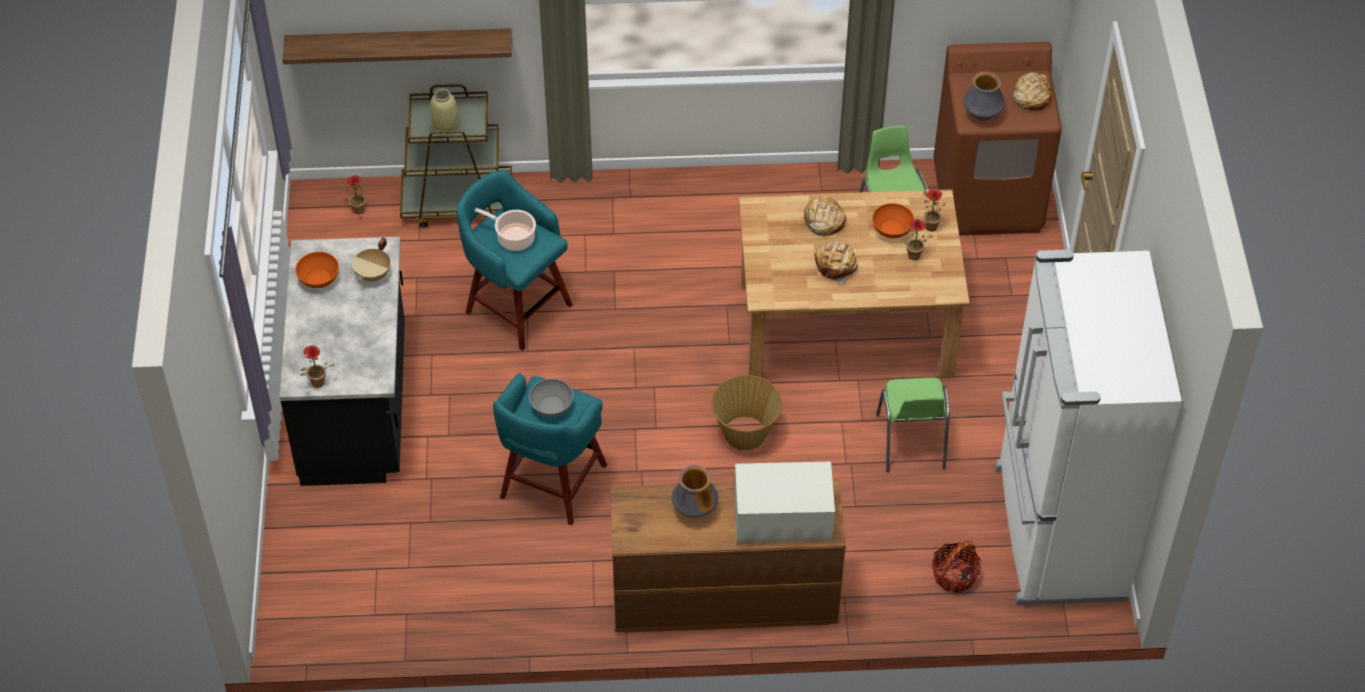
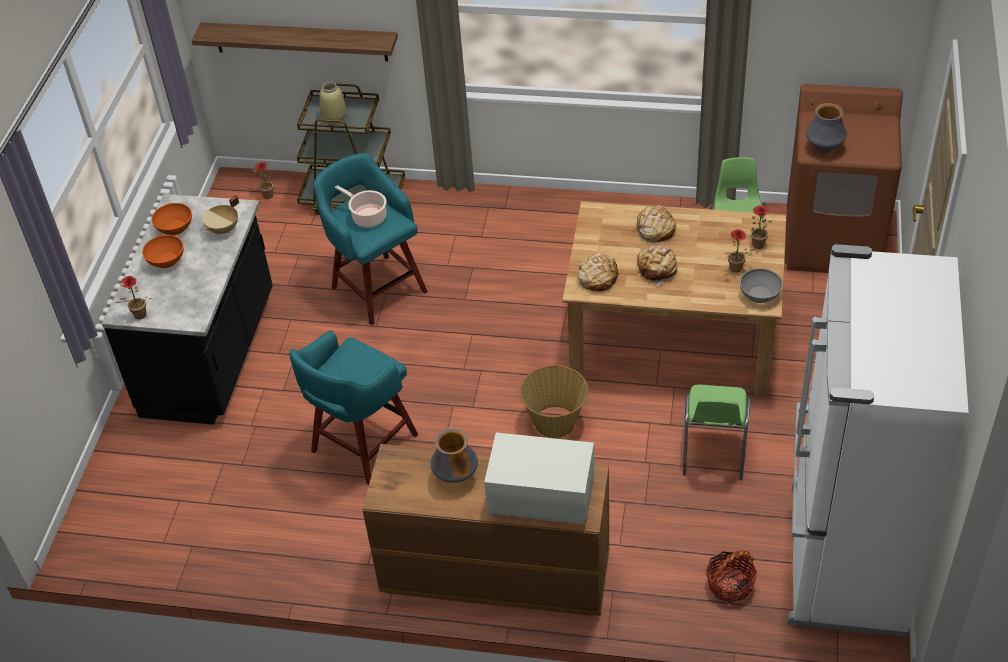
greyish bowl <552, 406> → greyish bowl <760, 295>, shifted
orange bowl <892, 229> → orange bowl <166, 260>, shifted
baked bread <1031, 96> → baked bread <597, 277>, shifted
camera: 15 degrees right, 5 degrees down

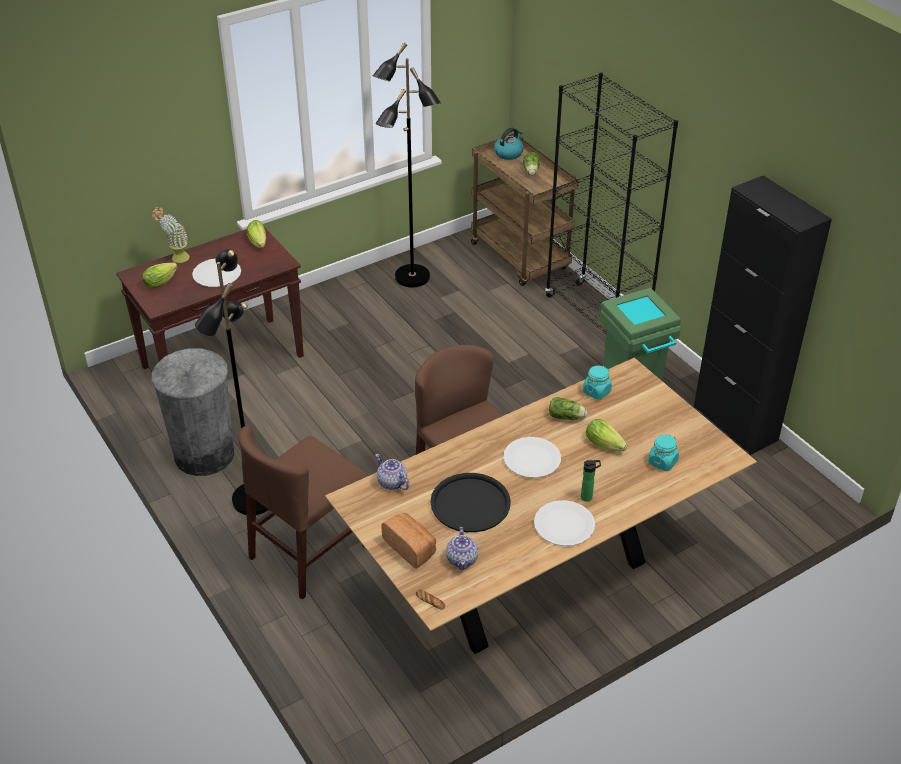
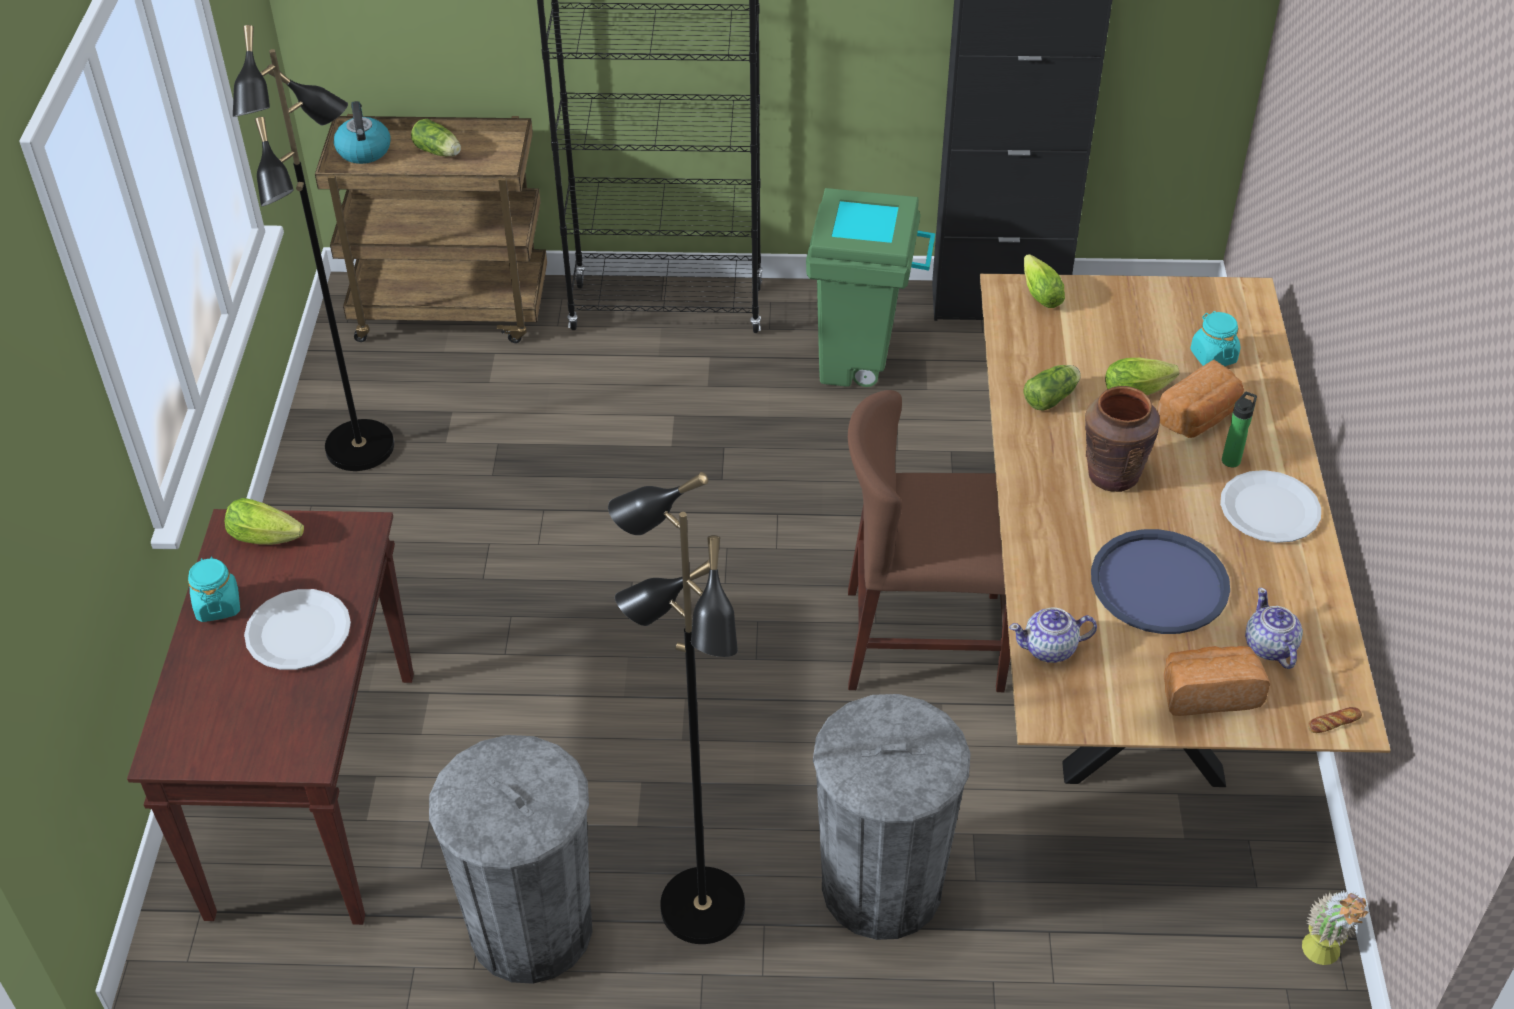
lettuce head <162, 281> → lettuce head <1039, 292>, shifted
houseplant <176, 259> → houseplant <1323, 957>, shifted
brownish plain chair <309, 552> → greyish waste bin <881, 887>
black-coloured tray <470, 504> → blue tray <1159, 584>
pot for tea <462, 559> → pot for tea <1269, 647>, 135 degrees counterclockwise
white-coloured flat dish <532, 459> → brownish decorative vase <1112, 475>
turquoise preserve jar <596, 391> → turquoise preserve jar <218, 605>, shifted
- → baked bread <1199, 417>
camera: 55 degrees left, 5 degrees up

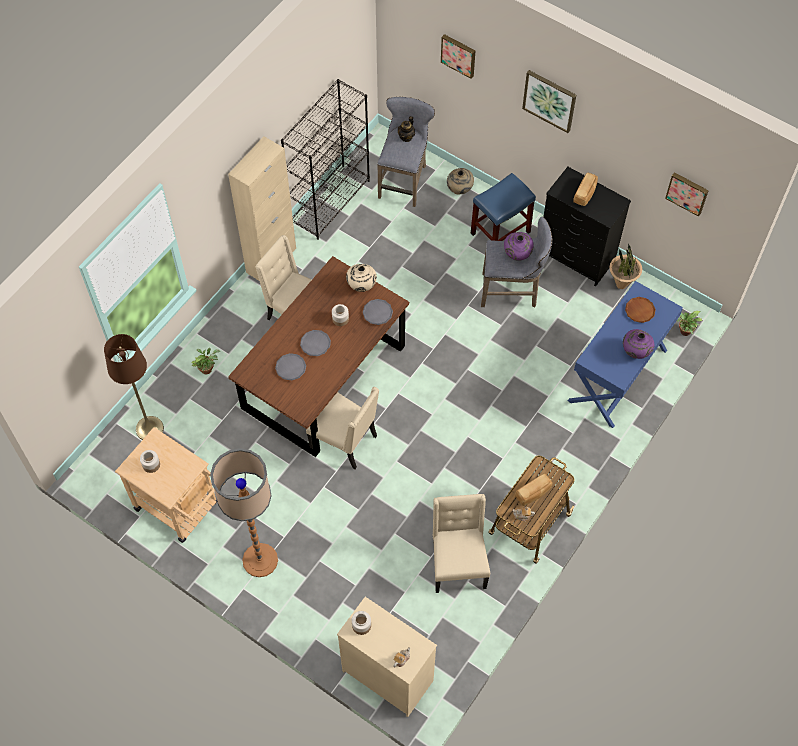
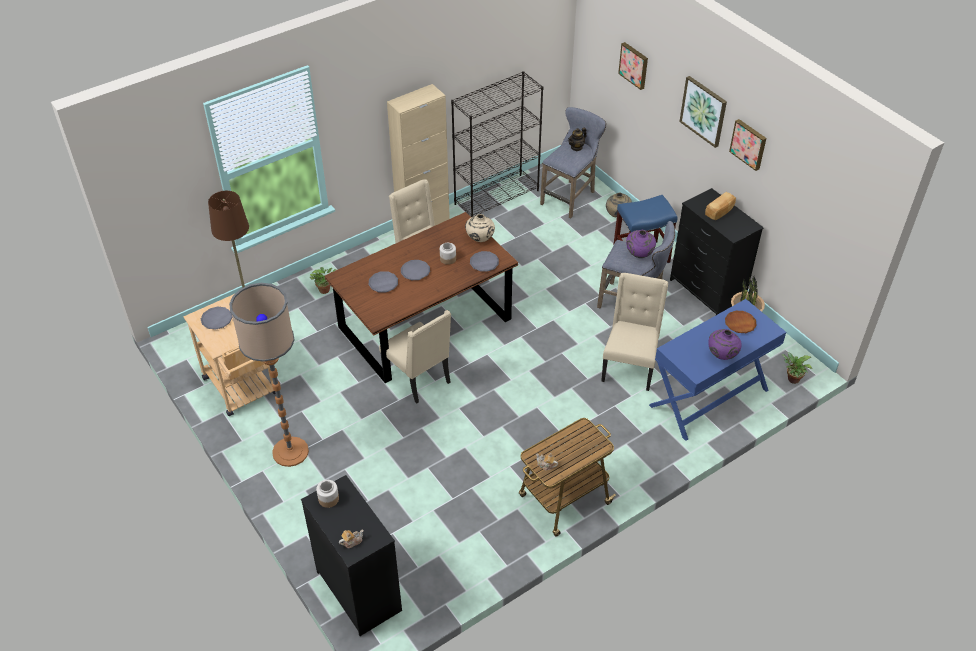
preserve jar <151, 464> → greyish flat dish <217, 320>
beige chest of drawers <388, 675> → black-coloured chest of drawers <359, 591>
beige plain chair <457, 564> → beige plain chair <629, 366>, shifted
baked bread <533, 493> → -
wall art <687, 192> → wall art <749, 144>, shifted
camera: 20 degrees right, 15 degrees down

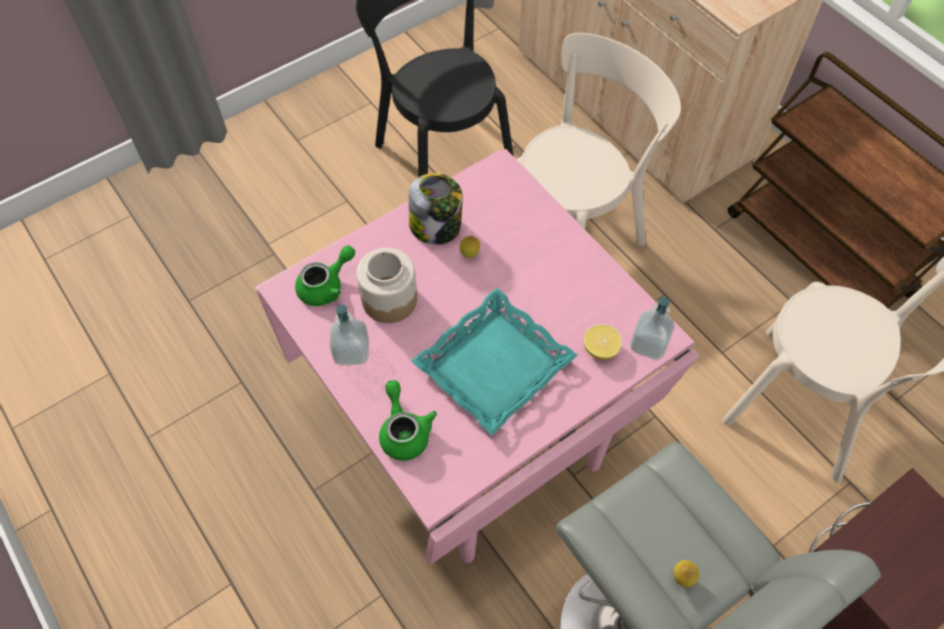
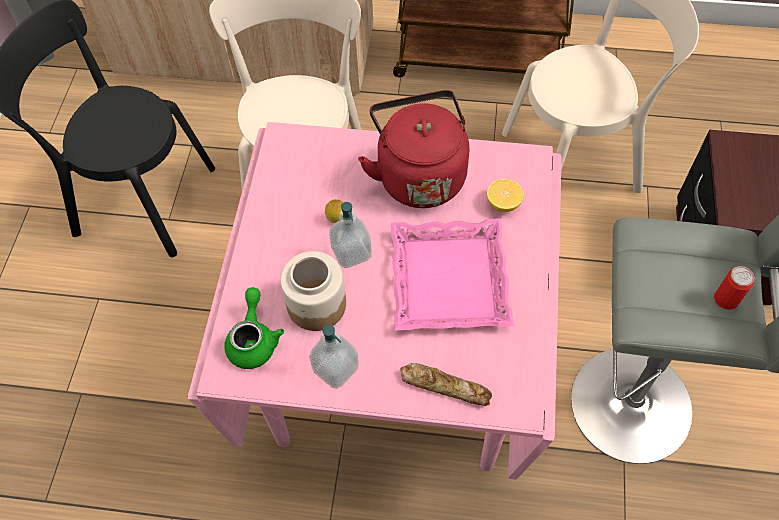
green pot for tea <404, 431> → baked bread <445, 386>
preserve jar <436, 227> → -
turquoise tray <493, 364> → pink-coloured tray <448, 280>
soap bottle <648, 344> → soap bottle <351, 252>, shifted
whole lemon <682, 578> → metal can <726, 299>
- → red water kettle <419, 174>
camera: 45 degrees left, 0 degrees up

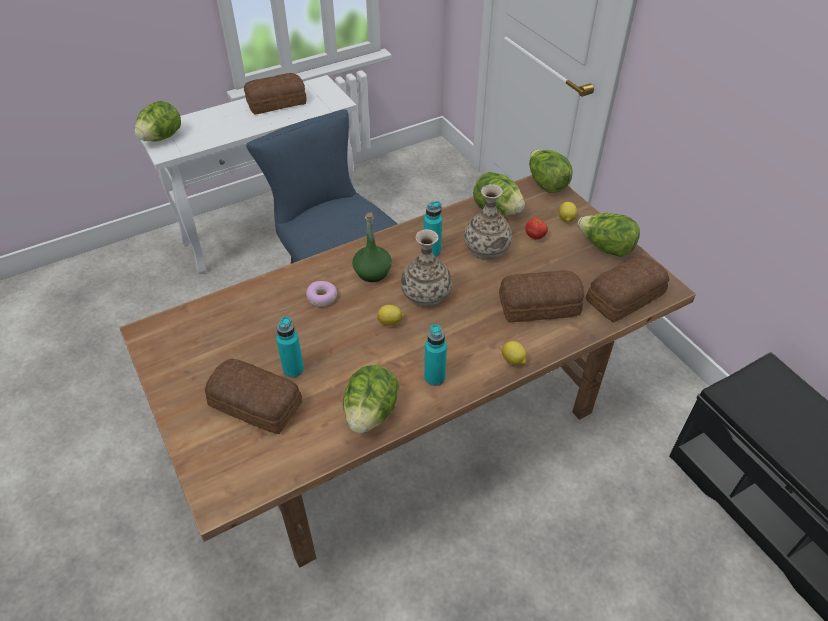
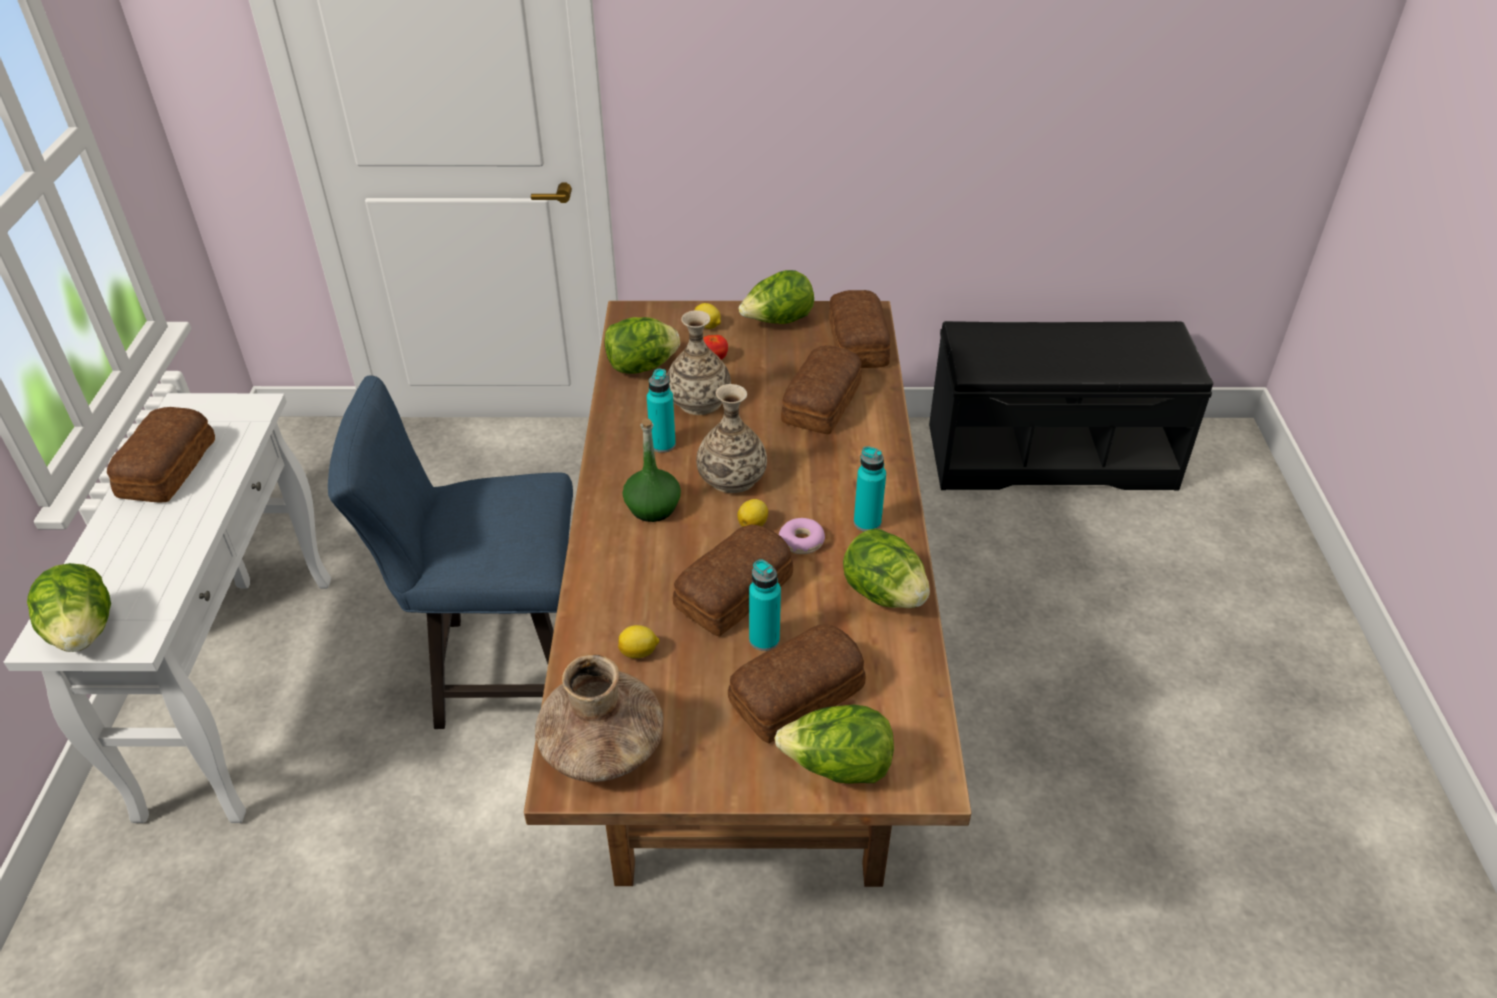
donut <322, 297> → donut <801, 542>, shifted
whole lemon <513, 360> → whole lemon <639, 653>, shifted
lettuce head <546, 184> → lettuce head <837, 767>, shifted
- → brownish decorative vase <602, 746>
- → baked bread <737, 592>
camera: 60 degrees left, 5 degrees down

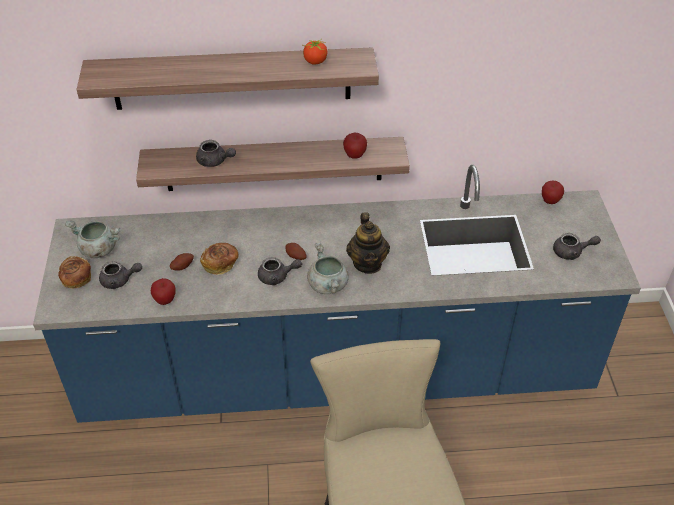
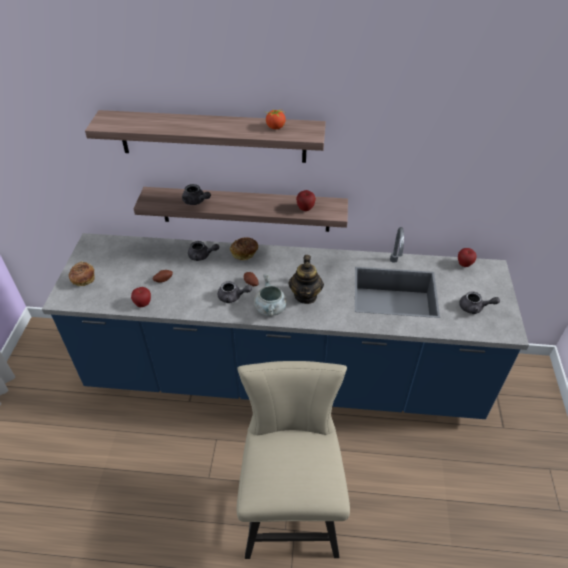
greyish stockpot <98, 249> → -
greyish pot for tea <120, 280> → greyish pot for tea <202, 256>, shifted
baked bread <220, 264> → baked bread <245, 253>, shifted
camera: 10 degrees right, 0 degrees up

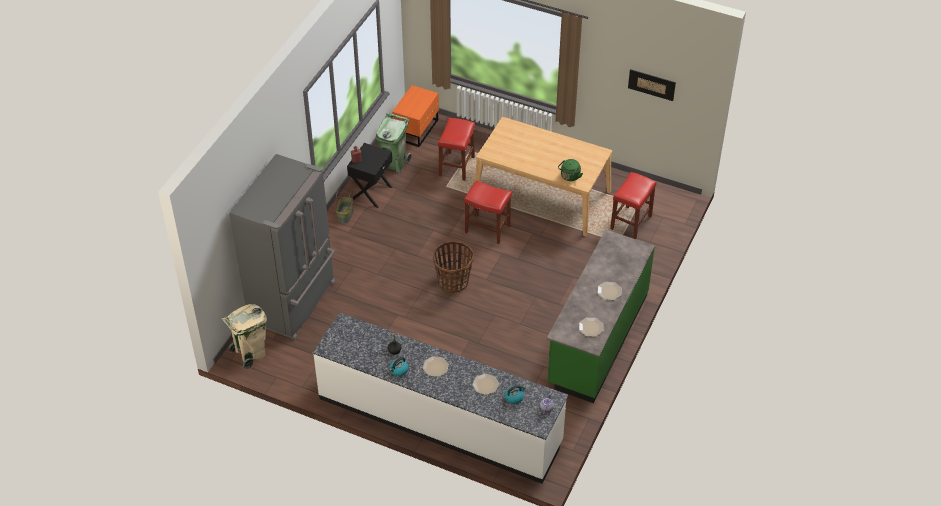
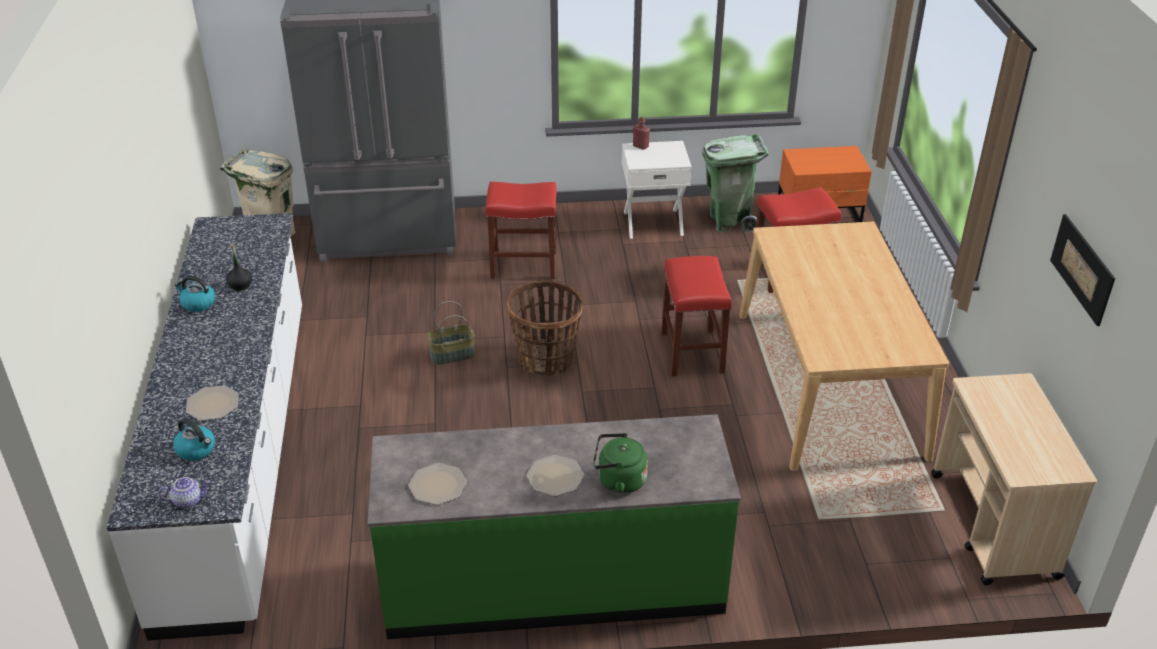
basket <345, 215> → basket <452, 355>, shifted
black-coloured nightstand <371, 192> → white-coloured nightstand <653, 222>
flat dish <435, 366> → -
green water kettle <569, 177> → green water kettle <618, 481>, shifted
red stool <631, 223> → red stool <522, 265>, shifted
- → beige trolley <993, 526>
camera: 60 degrees right, 10 degrees down

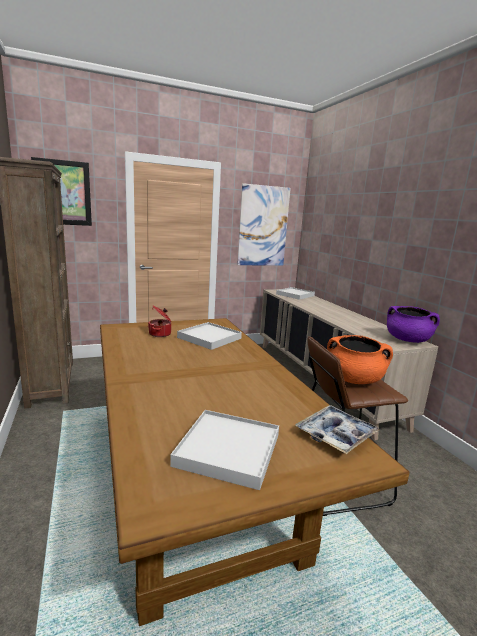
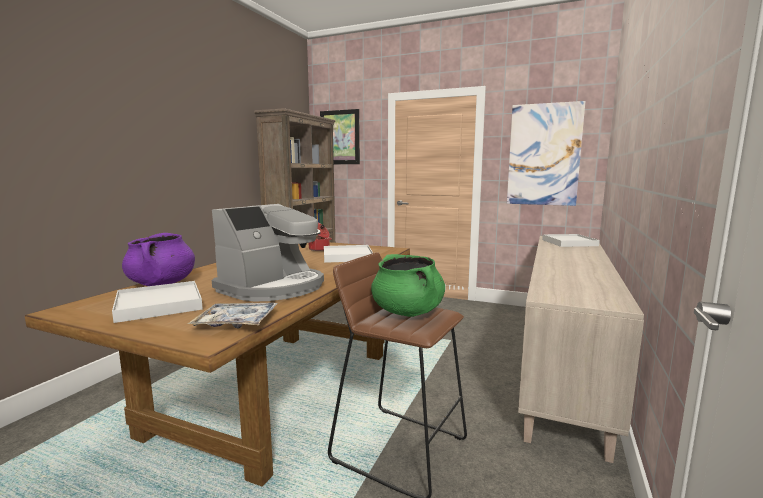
orange stockpot <354, 380> → green stockpot <408, 312>
purple-coloured stockpot <407, 340> → purple-coloured stockpot <162, 283>, shifted
- → coffee machine <273, 287>
camera: 45 degrees right, 5 degrees down

